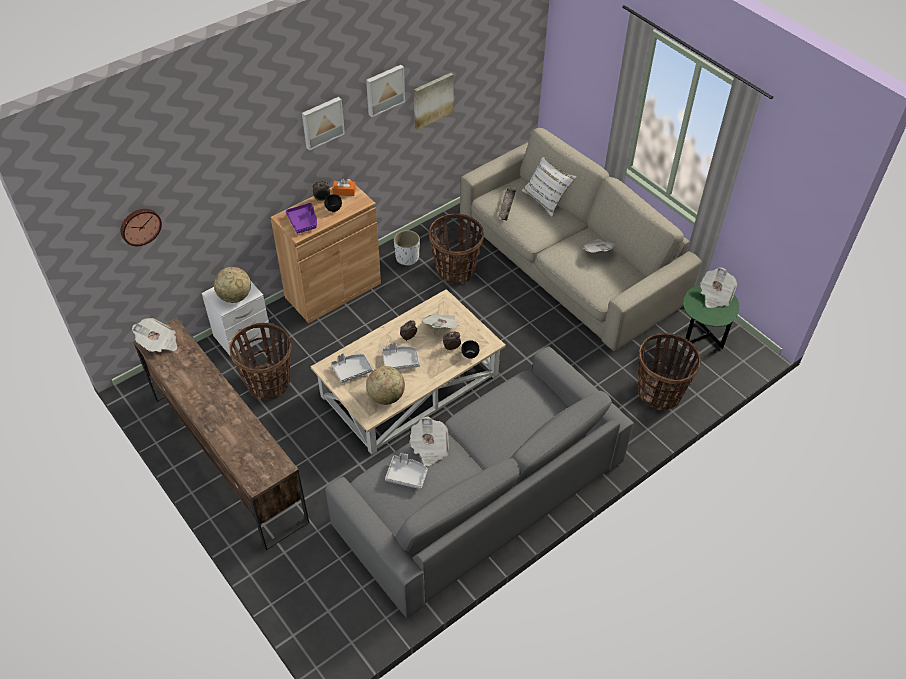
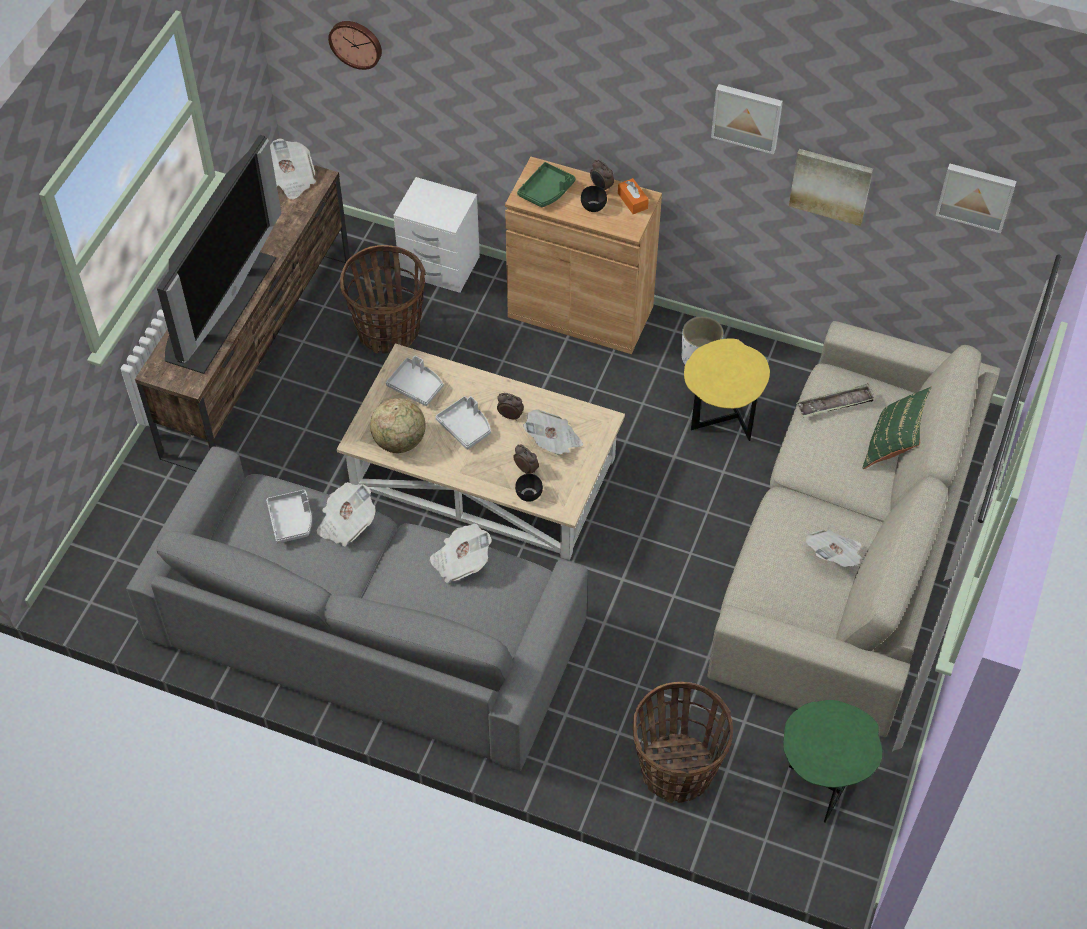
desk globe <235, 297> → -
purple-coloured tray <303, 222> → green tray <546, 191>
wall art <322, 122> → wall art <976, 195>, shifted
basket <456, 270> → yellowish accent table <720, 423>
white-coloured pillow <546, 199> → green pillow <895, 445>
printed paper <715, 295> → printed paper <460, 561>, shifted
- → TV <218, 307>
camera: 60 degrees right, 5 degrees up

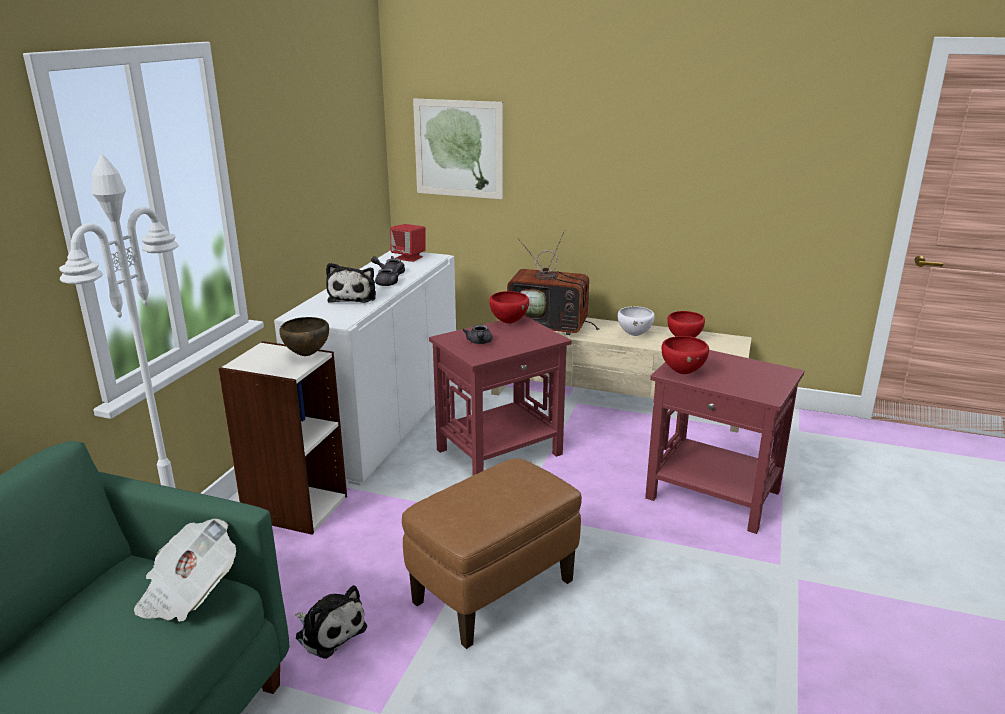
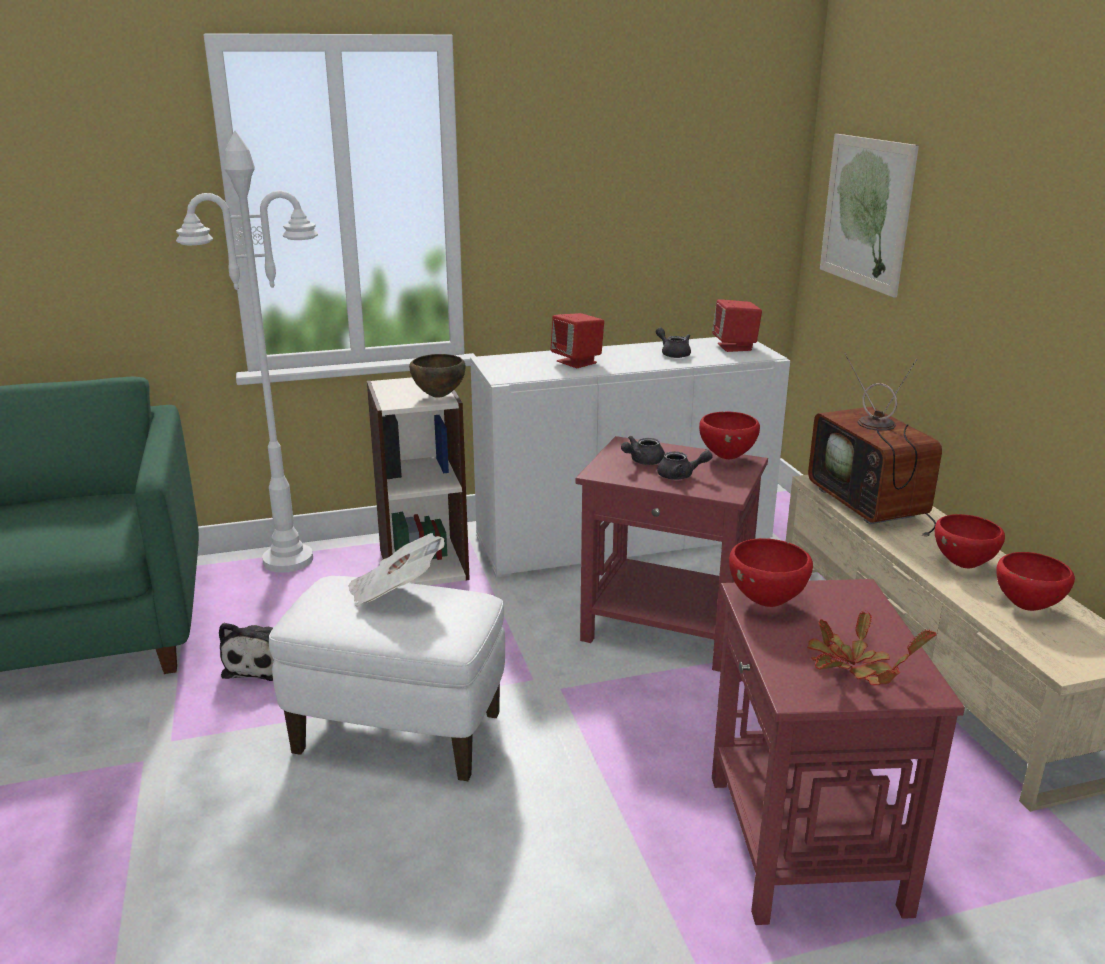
printed paper <188, 592> → printed paper <395, 592>, shifted
cuddly toy <353, 297> → red audio speaker <577, 362>
greyish pot for tea <390, 283> → greyish pot for tea <680, 476>, shifted
brownish pouffe <494, 591> → white-coloured pouffe <399, 733>
white-coloured bowl <634, 335> → red bowl <963, 565>
- → houseplant <853, 668>
camera: 55 degrees right, 0 degrees up

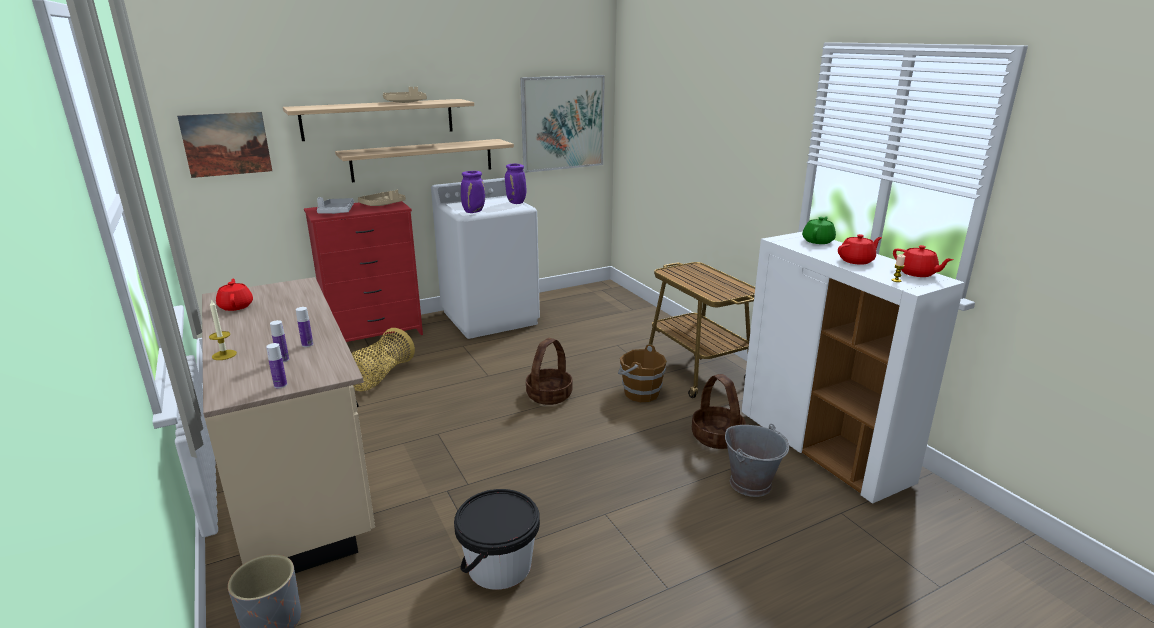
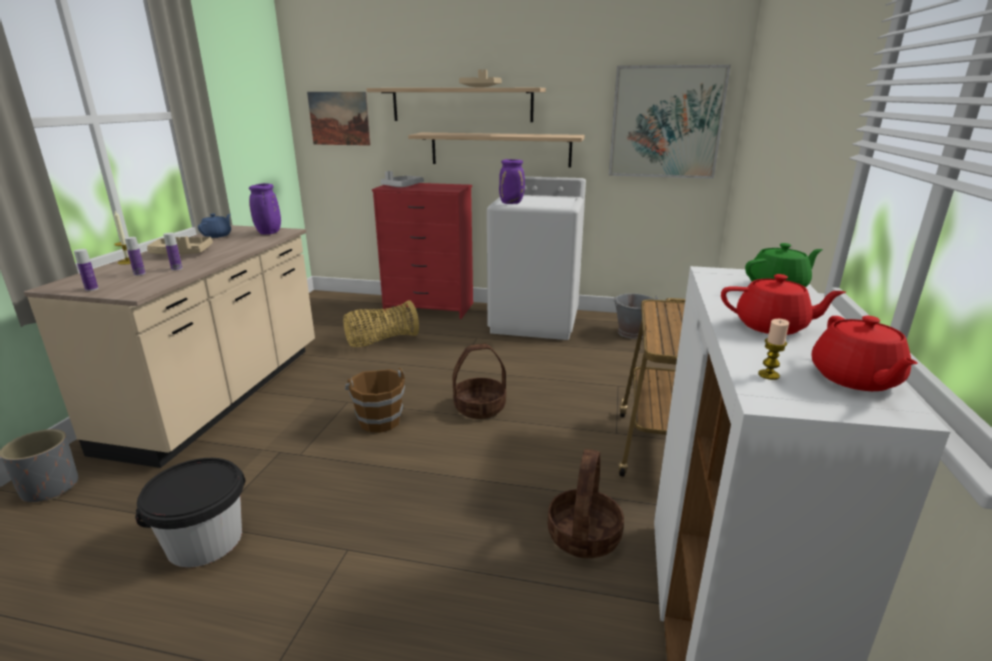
red pot for tea <236, 306> → blue pot for tea <217, 235>
beige tray <382, 204> → beige tray <181, 253>, shifted
purple-coloured decorative vase <516, 203> → purple-coloured decorative vase <269, 233>, shifted
brownish water bucket <640, 393> → brownish water bucket <379, 420>, shifted
greyish water bucket <751, 483> → greyish water bucket <632, 333>, shifted
camera: 40 degrees right, 0 degrees up

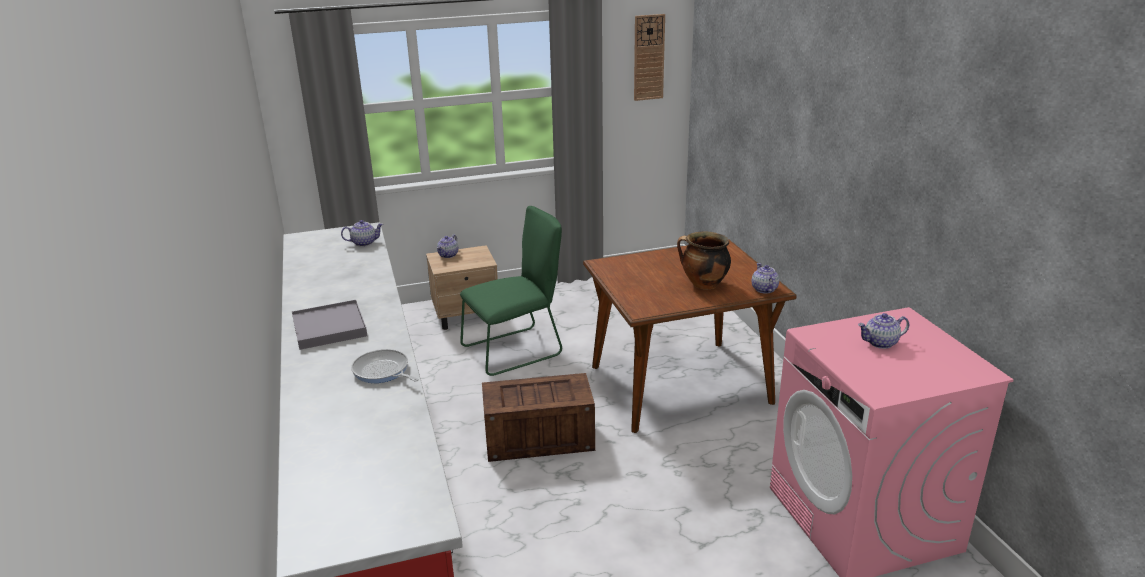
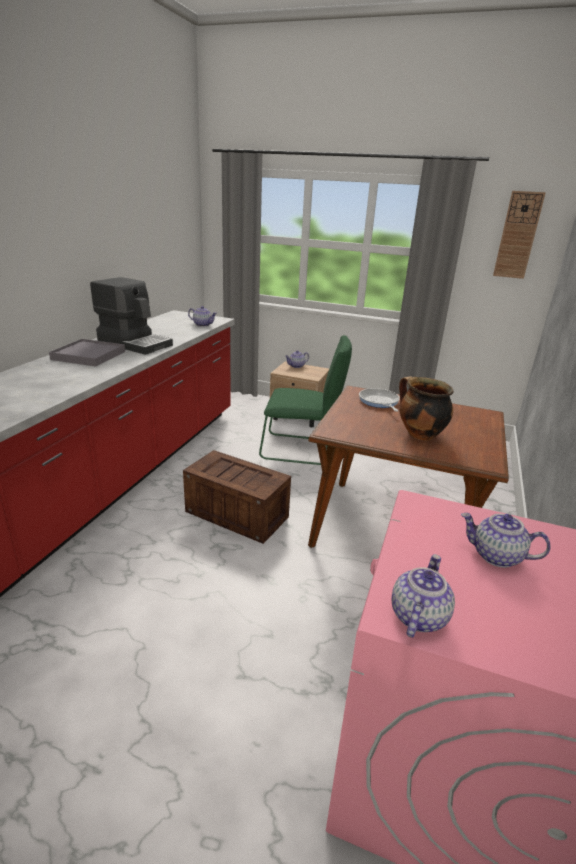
skillet <383, 371> → skillet <379, 402>, shifted
pot for tea <764, 289> → pot for tea <417, 615>, shifted
- → coffee machine <135, 343>
camera: 35 degrees right, 0 degrees up

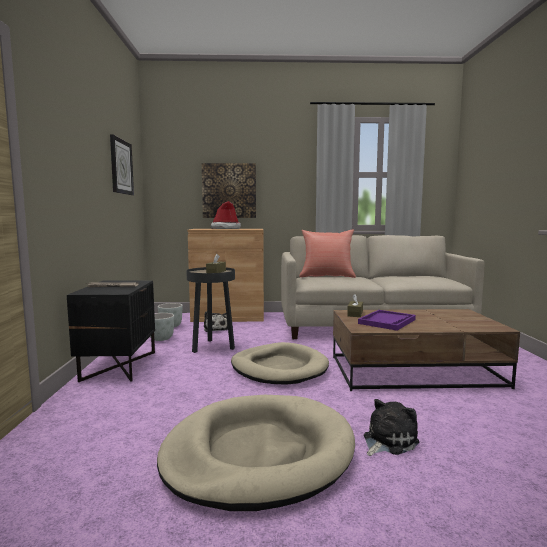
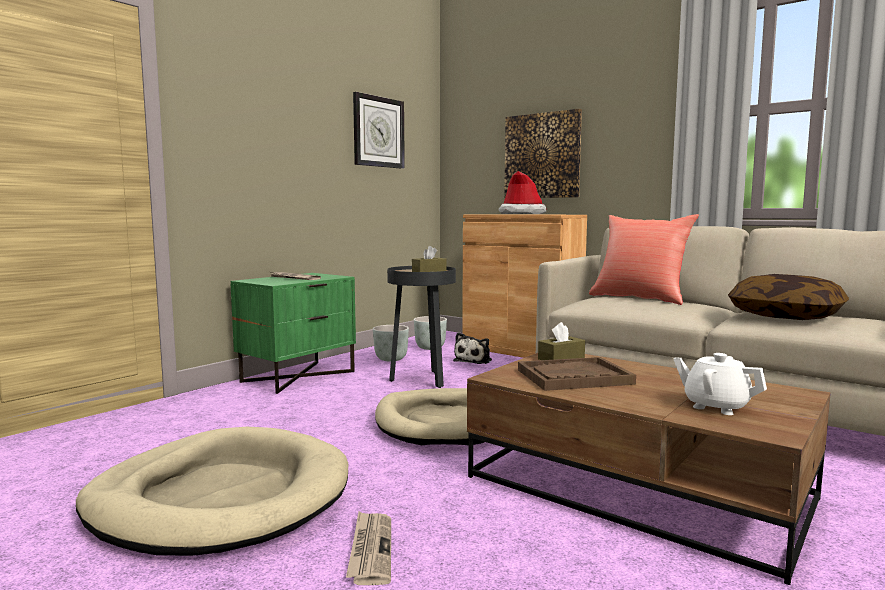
black-coloured nightstand <119, 365> → green nightstand <298, 376>
purple-coloured tray <387, 321> → brownish tray <574, 377>
cuddly toy <387, 441> → printed paper <370, 549>
- → white-coloured pot for tea <716, 406>
- → pillow <785, 316>
camera: 40 degrees right, 0 degrees up

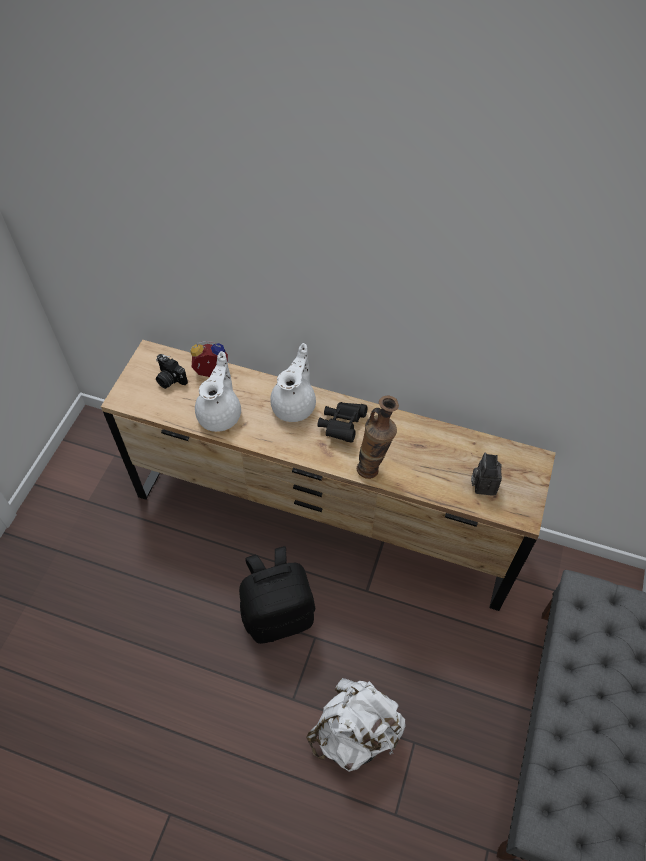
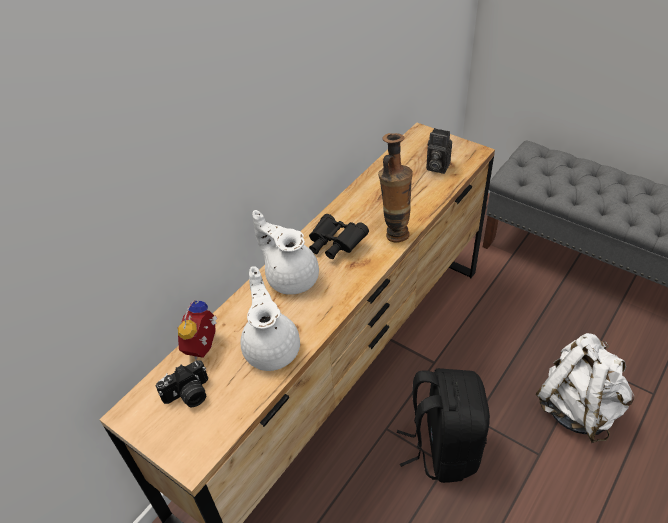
white-coloured pot for tea <220, 414> → white-coloured pot for tea <272, 347>, 45 degrees clockwise
camera: 70 degrees left, 10 degrees down

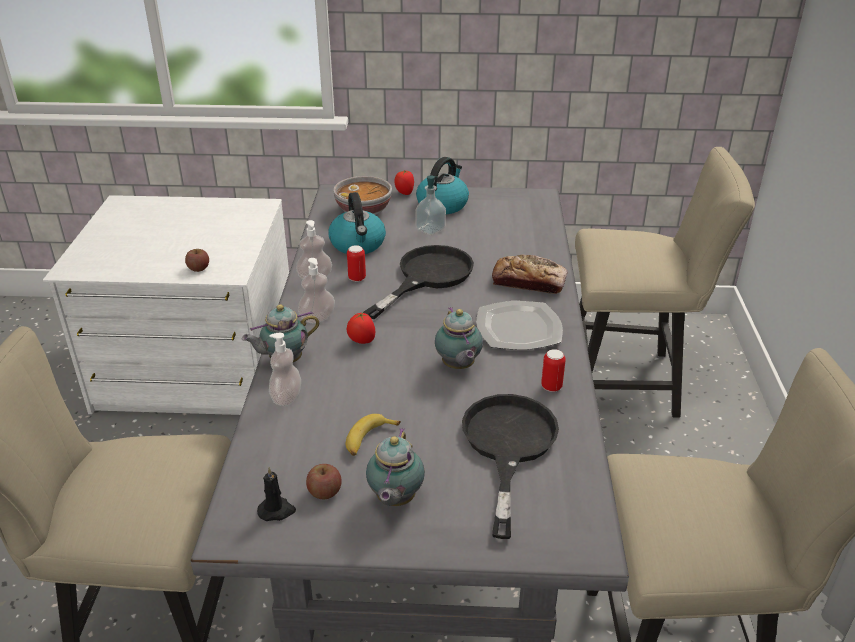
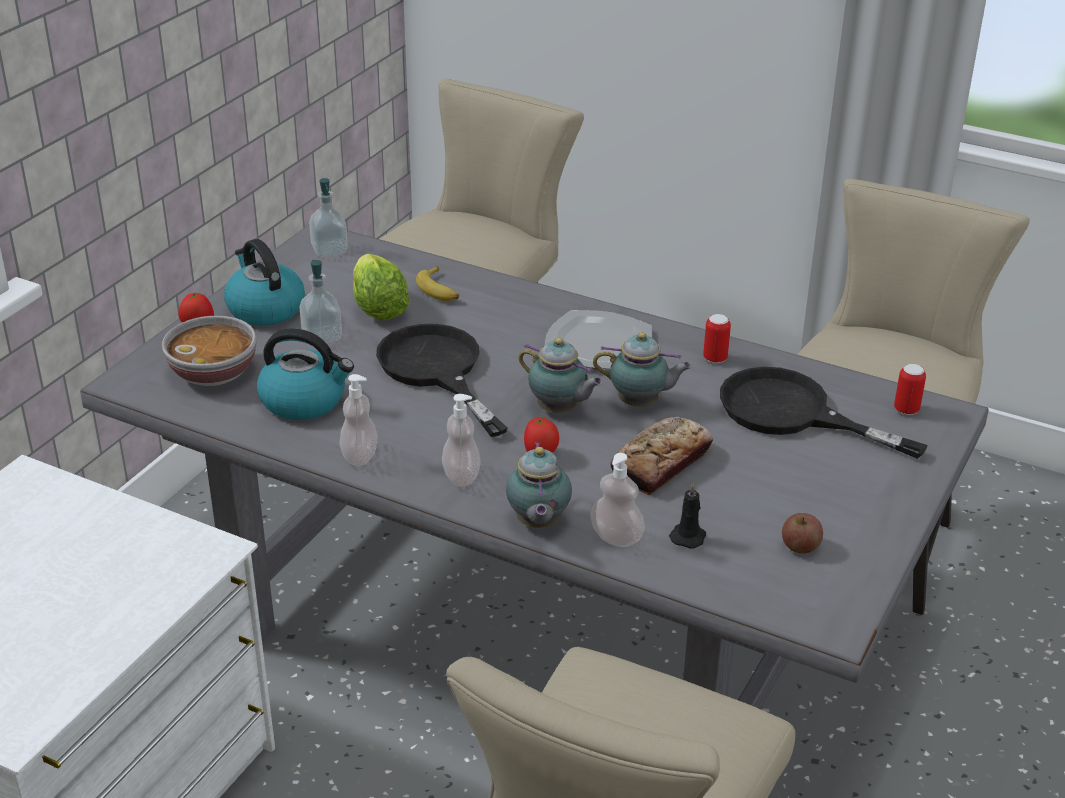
whole apple <198, 268> → -
black-coloured wax candle <277, 511> → black-coloured wax candle <688, 536>, shifted
whole banana <369, 440> → whole banana <439, 290>, shifted
metal can <357, 278> → metal can <906, 410>, shifted
pot for tea <394, 500> → pot for tea <559, 410>, shifted
baked bread <529, 282> → baked bread <661, 463>, shifted
- → soap bottle <329, 250>
- → lettuce head <378, 308>
camera: 65 degrees left, 0 degrees up

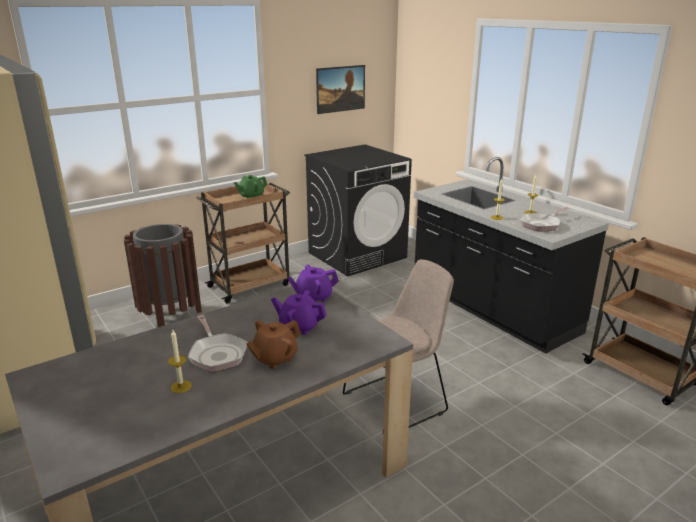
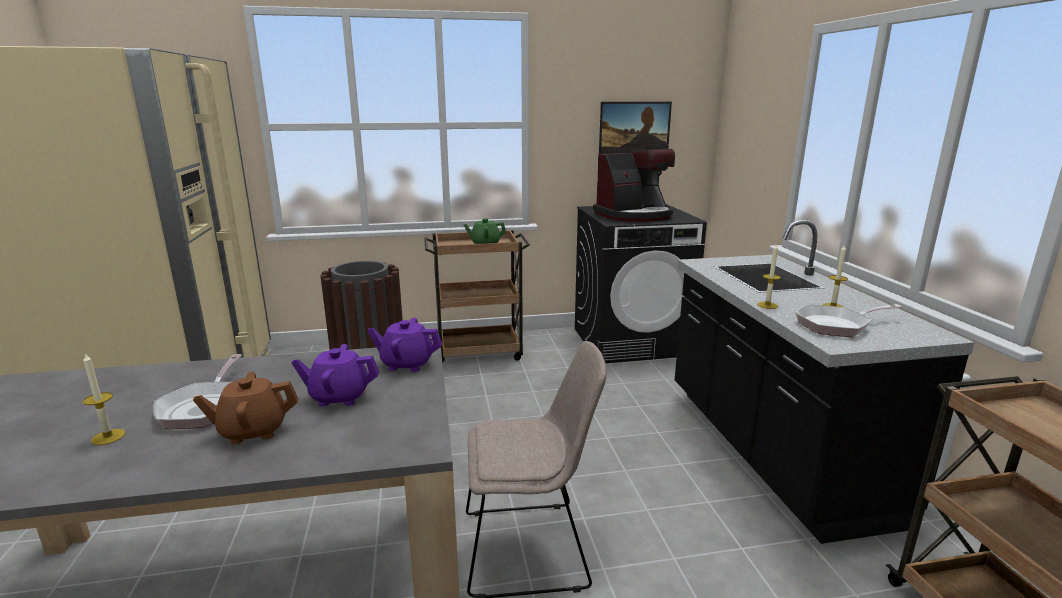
purple-coloured pot for tea <299, 326> → purple-coloured pot for tea <339, 397>, 45 degrees counterclockwise
- → coffee machine <634, 215>
camera: 25 degrees right, 5 degrees down

